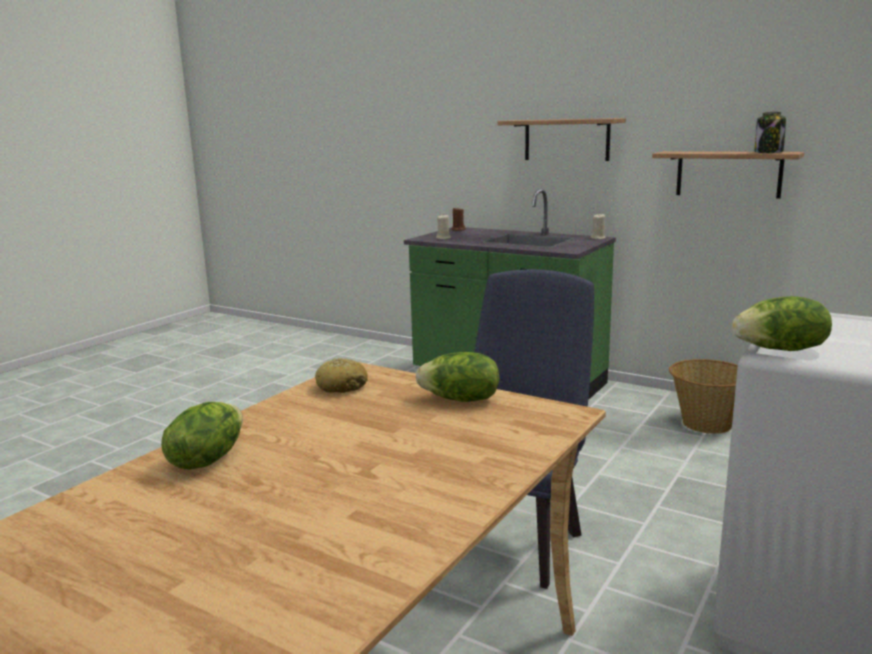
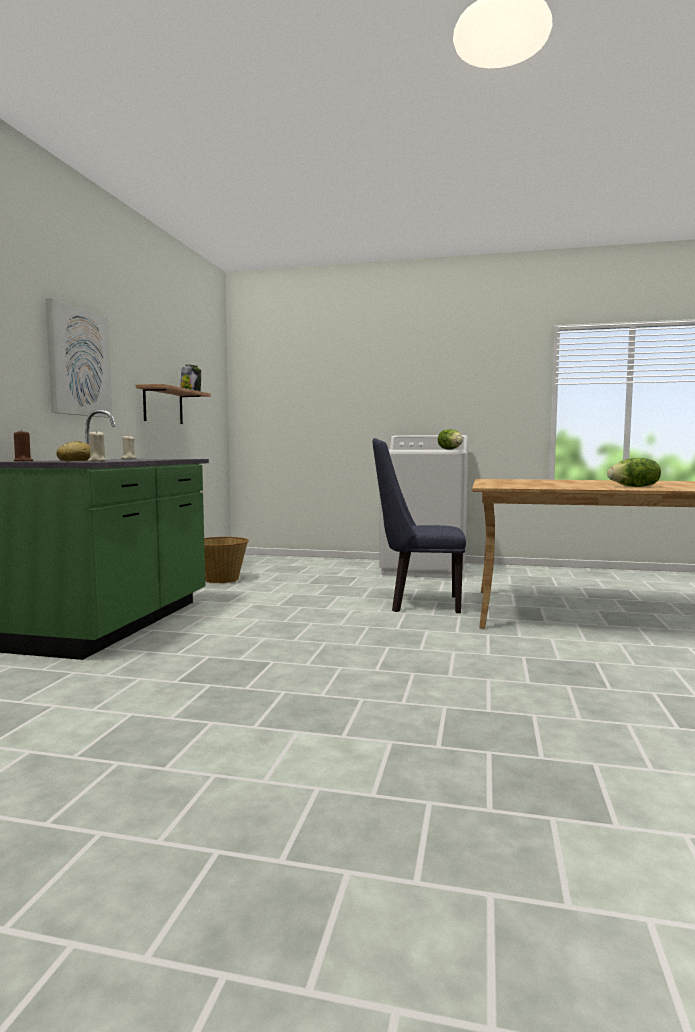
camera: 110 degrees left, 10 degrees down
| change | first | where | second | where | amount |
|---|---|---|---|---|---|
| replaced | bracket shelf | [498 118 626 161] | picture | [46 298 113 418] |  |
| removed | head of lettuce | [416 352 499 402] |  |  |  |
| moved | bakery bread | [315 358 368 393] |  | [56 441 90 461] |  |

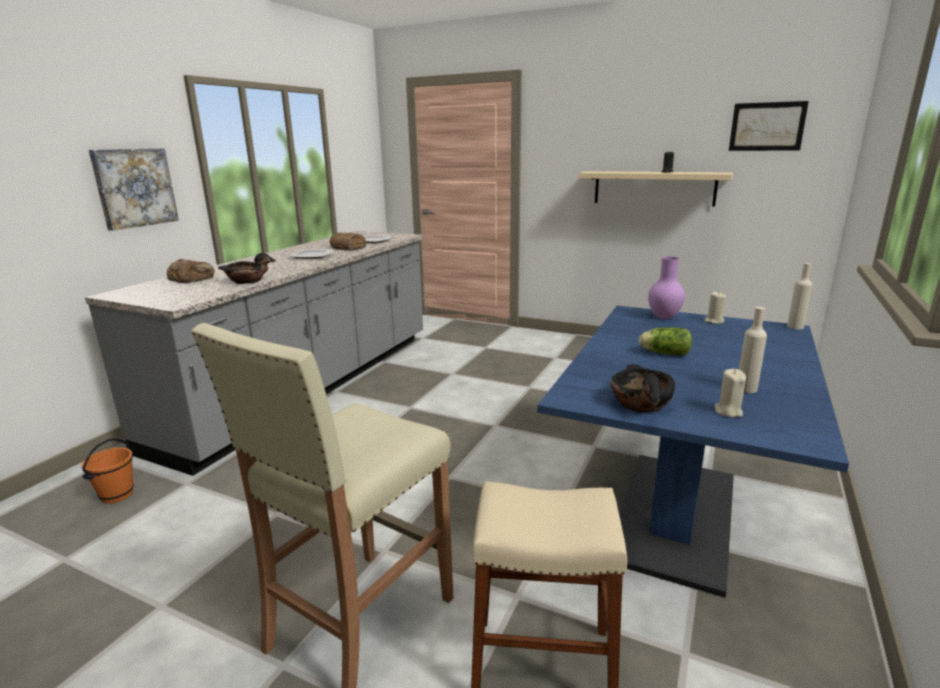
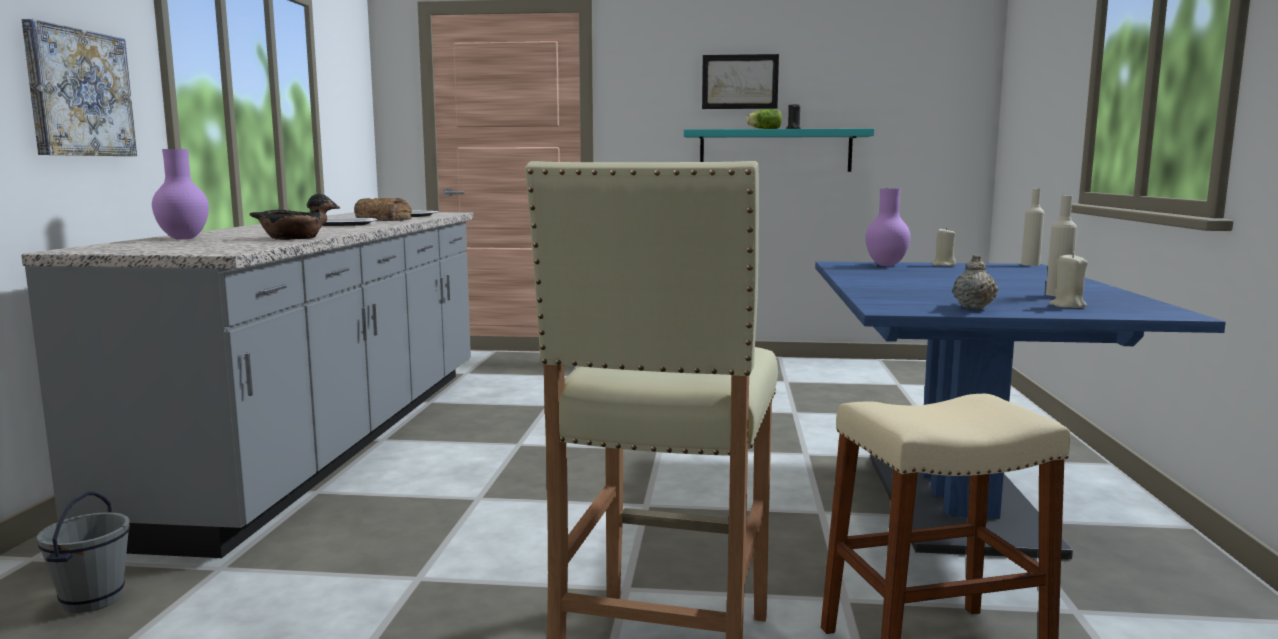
camera: 20 degrees left, 10 degrees down
| change | first | where | second | where | amount |
|---|---|---|---|---|---|
| moved | picture | [729 101 809 151] |  | [702 54 779 109] |  |
| recoloured | bracket shelf in beige | [579 171 733 207] | bracket shelf in turquoise-coloured | [684 128 874 172] |  |
| replaced | bakery bread | [167 259 215 283] | vase in purplish | [152 149 209 240] |  |
| moved | head of lettuce | [639 327 692 356] |  | [746 109 782 129] |  |
| replaced | deep dish in black | [611 364 675 413] | teapot in beige | [953 253 998 309] |  |
| recoloured | bucket in orange-coloured | [82 438 134 504] | bucket in greyish | [37 492 130 613] |  |

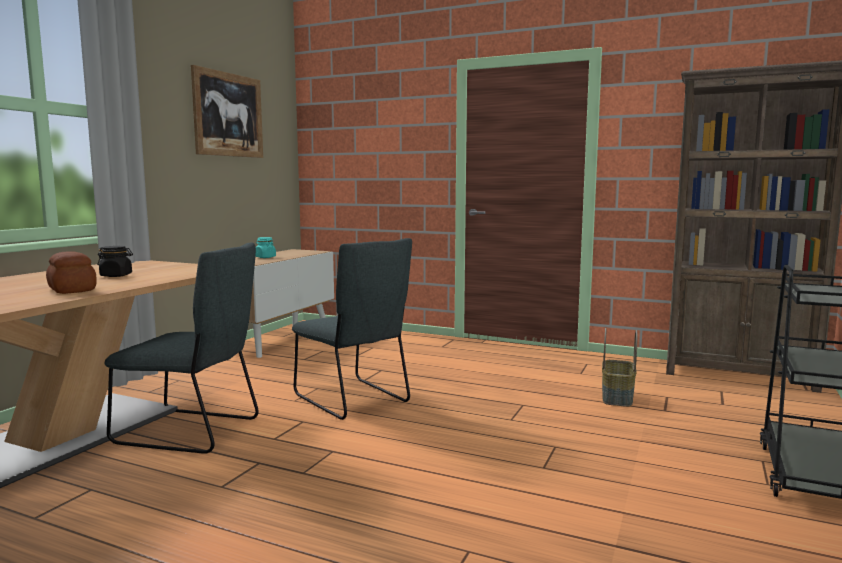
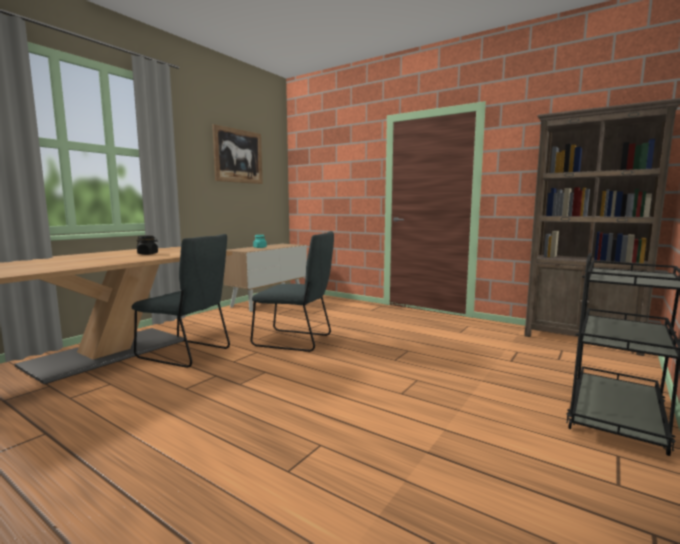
camera: 10 degrees right, 0 degrees up
| change | first | where | second | where | amount |
|---|---|---|---|---|---|
| turned | chair in greyish | [292 238 412 420] |  | [251 231 334 352] | 45 degrees counterclockwise |
| removed | bakery bread | [46 251 96 294] |  |  |  |
| removed | household basket | [602 328 638 407] |  |  |  |

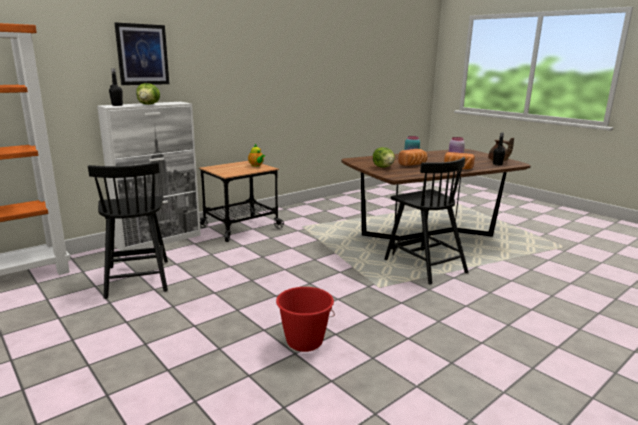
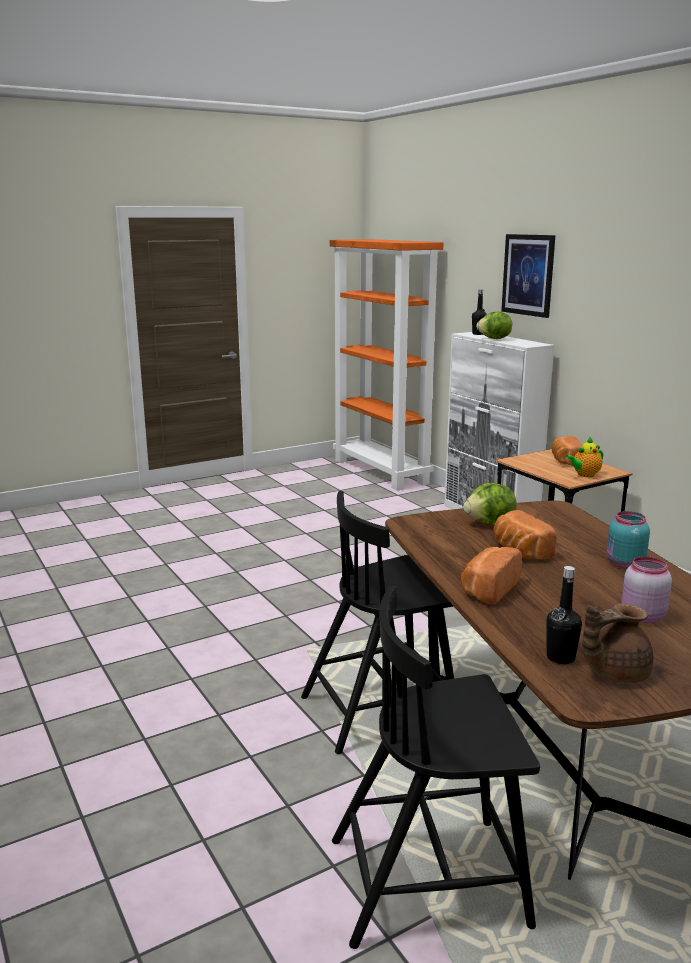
camera: 100 degrees right, 0 degrees up
| change | first | where | second | where | amount |
|---|---|---|---|---|---|
| moved | chair in black | [88 162 168 299] |  | [332 586 540 949] |  |
| removed | bucket in red | [276 287 335 352] |  |  |  |
| added |  |  | bakery bread | [552 436 582 466] |  |

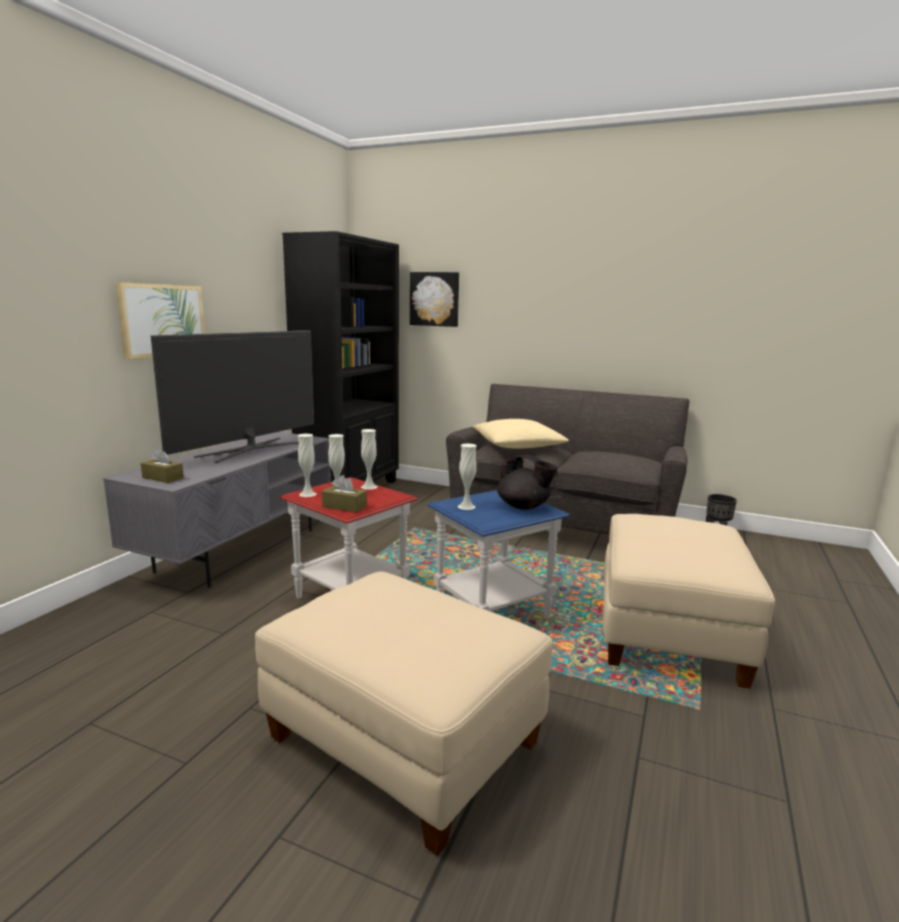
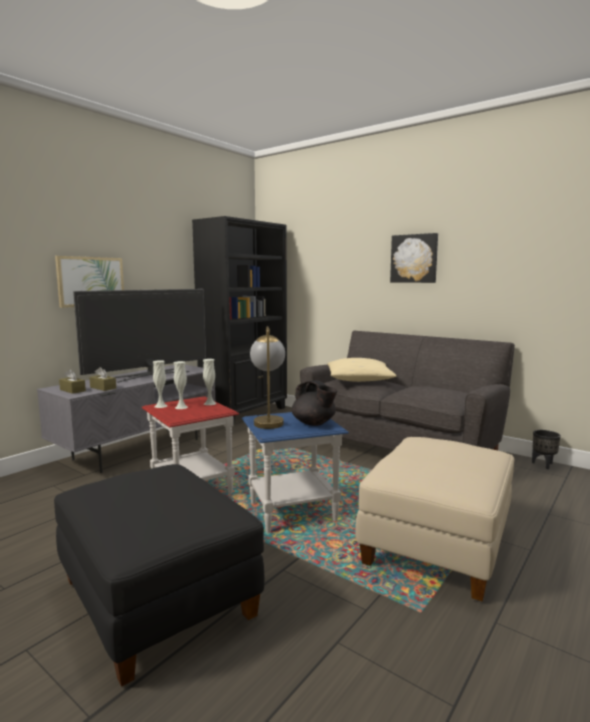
camera: 15 degrees right, 5 degrees down
| change | first | where | second | where | amount |
|---|---|---|---|---|---|
| moved | picture | [410 272 459 327] |  | [390 233 438 283] |  |
| replaced | vase in whitish | [458 444 477 510] | lamp for a table | [250 326 285 429] |  |
| moved | tissue box in brown-coloured | [322 475 367 513] |  | [89 367 116 391] |  |
| recoloured | footrest in beige | [255 571 553 856] | footrest in black | [54 464 264 687] |  |

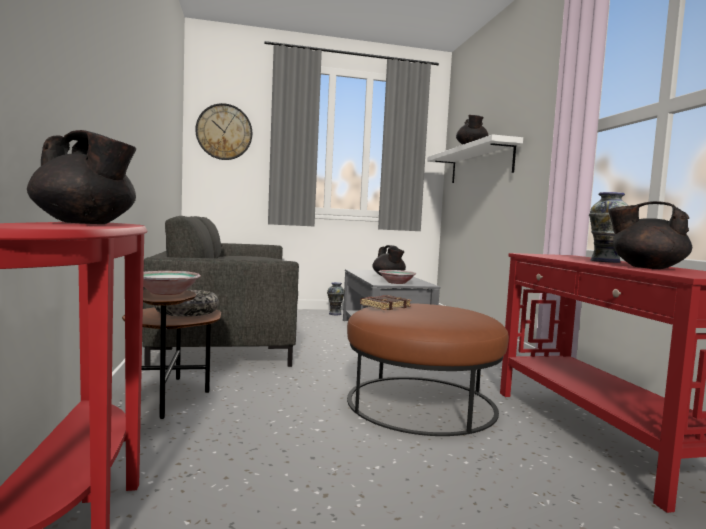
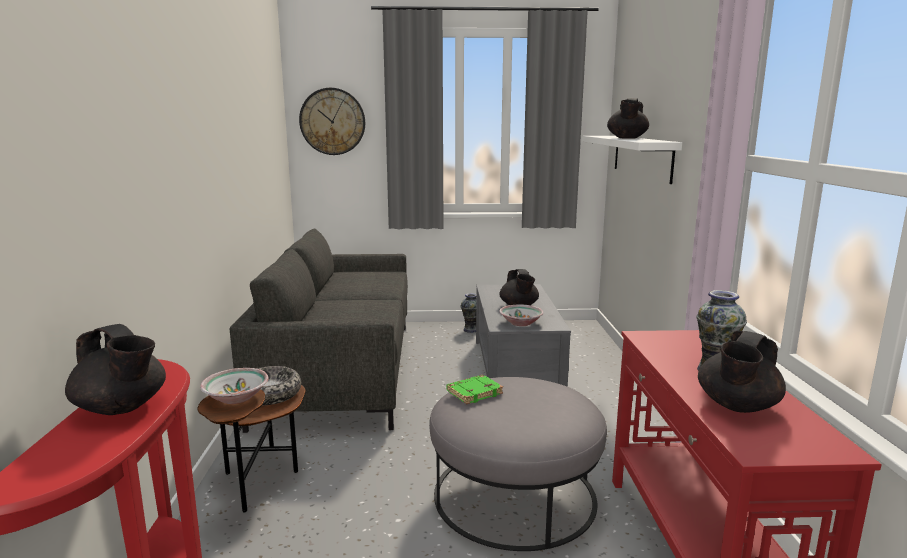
camera: 10 degrees right, 10 degrees up
| change | first | where | second | where | amount |
|---|---|---|---|---|---|
| turned | teapot in black | [608 201 692 269] |  | [698 331 786 413] | 90 degrees counterclockwise |
| recoloured | volume in brown-coloured | [360 295 411 310] | volume in green | [446 375 503 404] |  |
| recoloured | footrest in brown-coloured | [347 303 509 436] | footrest in greyish | [429 377 607 551] |  |

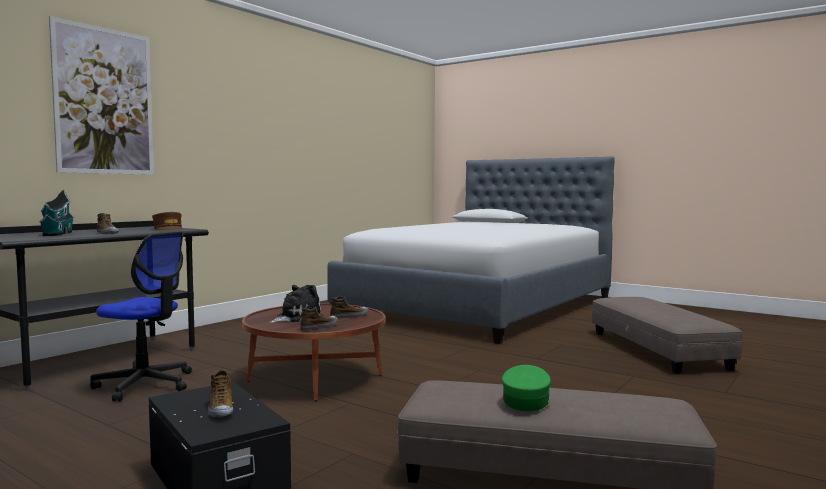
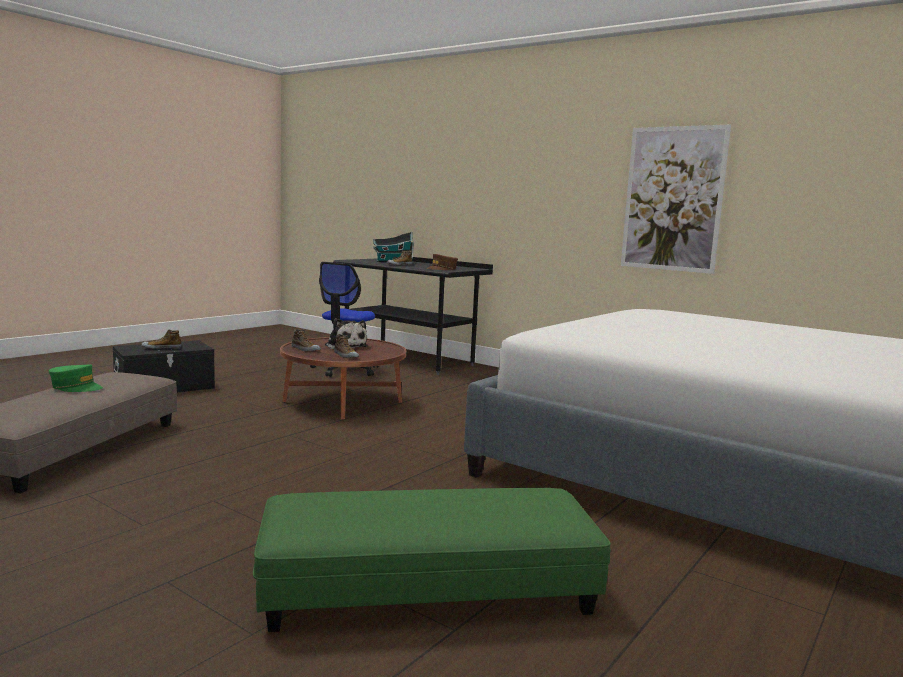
camera: 90 degrees right, 5 degrees up
| change | first | where | second | where | amount |
|---|---|---|---|---|---|
| moved | picture | [49 16 154 175] |  | [621 125 731 274] |  |
| recoloured | footrest in greyish | [592 297 742 374] | footrest in green | [253 488 611 632] |  |

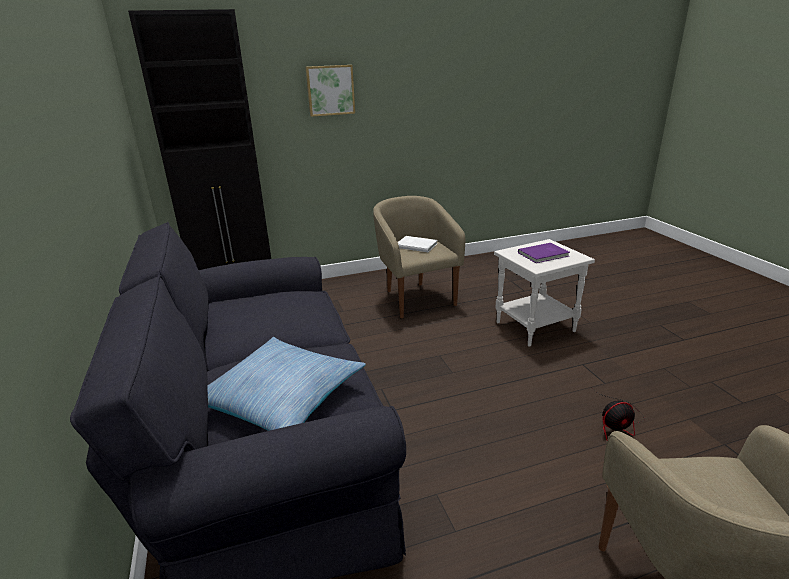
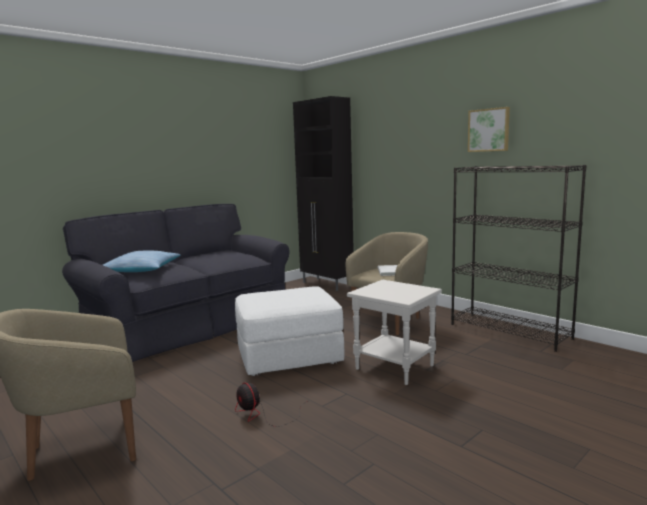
camera: 65 degrees right, 15 degrees down
| change | first | where | second | where | amount |
|---|---|---|---|---|---|
| moved | picture | [306 65 355 117] |  | [468 107 510 152] |  |
| removed | volume in purplish | [518 243 570 263] |  |  |  |
| added |  |  | shelving unit in black | [451 165 587 352] |  |
| added |  |  | footrest in whitish | [235 286 344 376] |  |

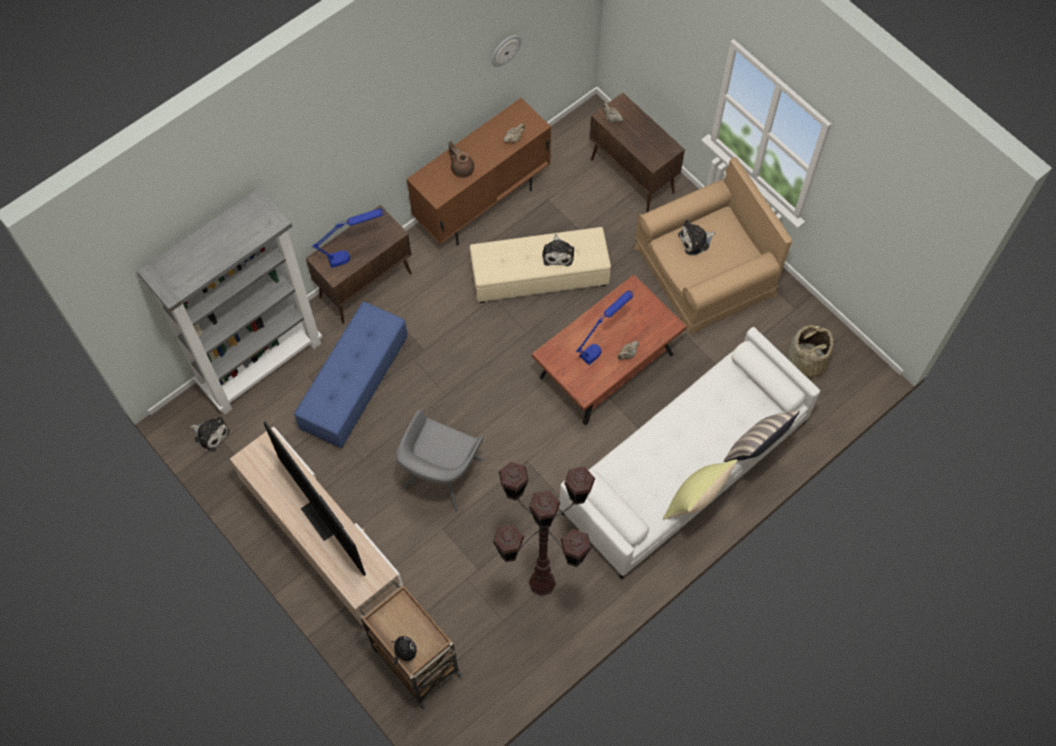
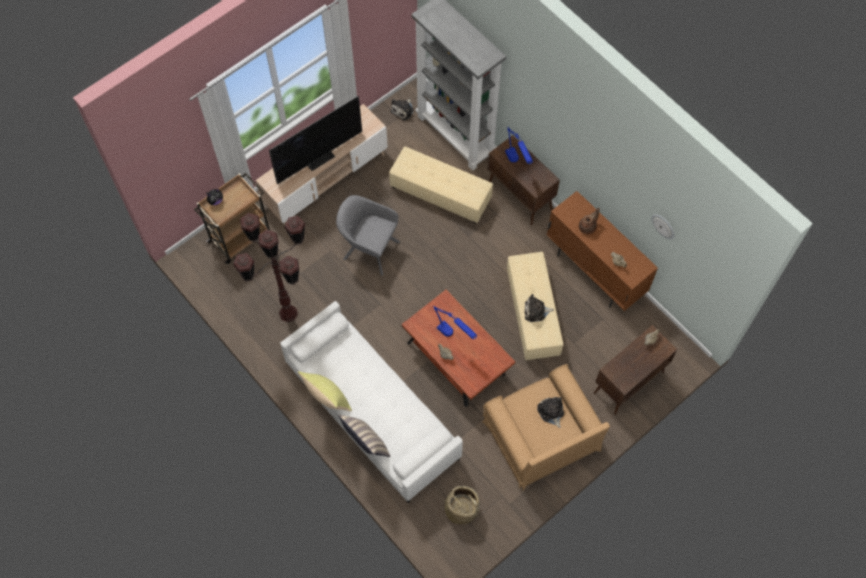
camera: 90 degrees right, 0 degrees up
| change | first | where | second | where | amount |
|---|---|---|---|---|---|
| recoloured | footrest in blue | [294 301 408 448] | footrest in beige | [389 146 493 223] |  |

